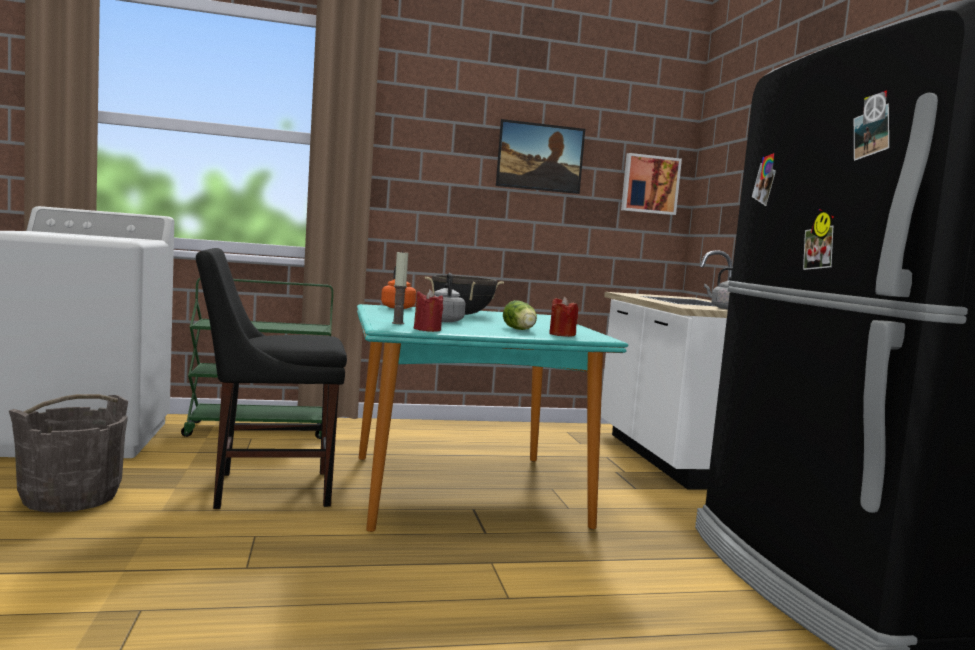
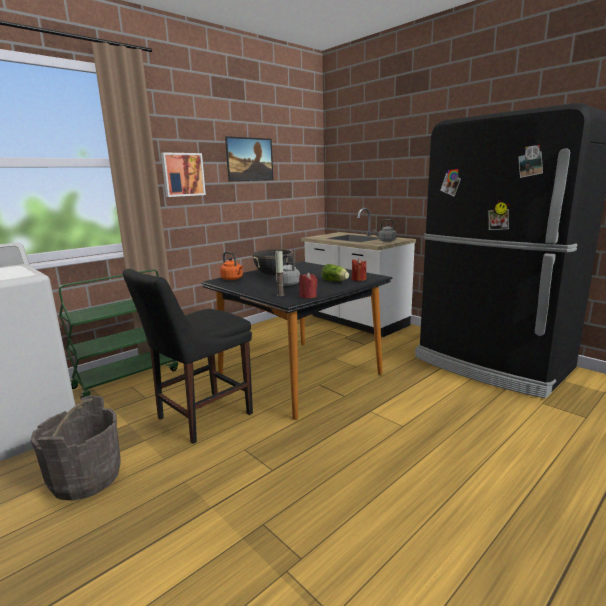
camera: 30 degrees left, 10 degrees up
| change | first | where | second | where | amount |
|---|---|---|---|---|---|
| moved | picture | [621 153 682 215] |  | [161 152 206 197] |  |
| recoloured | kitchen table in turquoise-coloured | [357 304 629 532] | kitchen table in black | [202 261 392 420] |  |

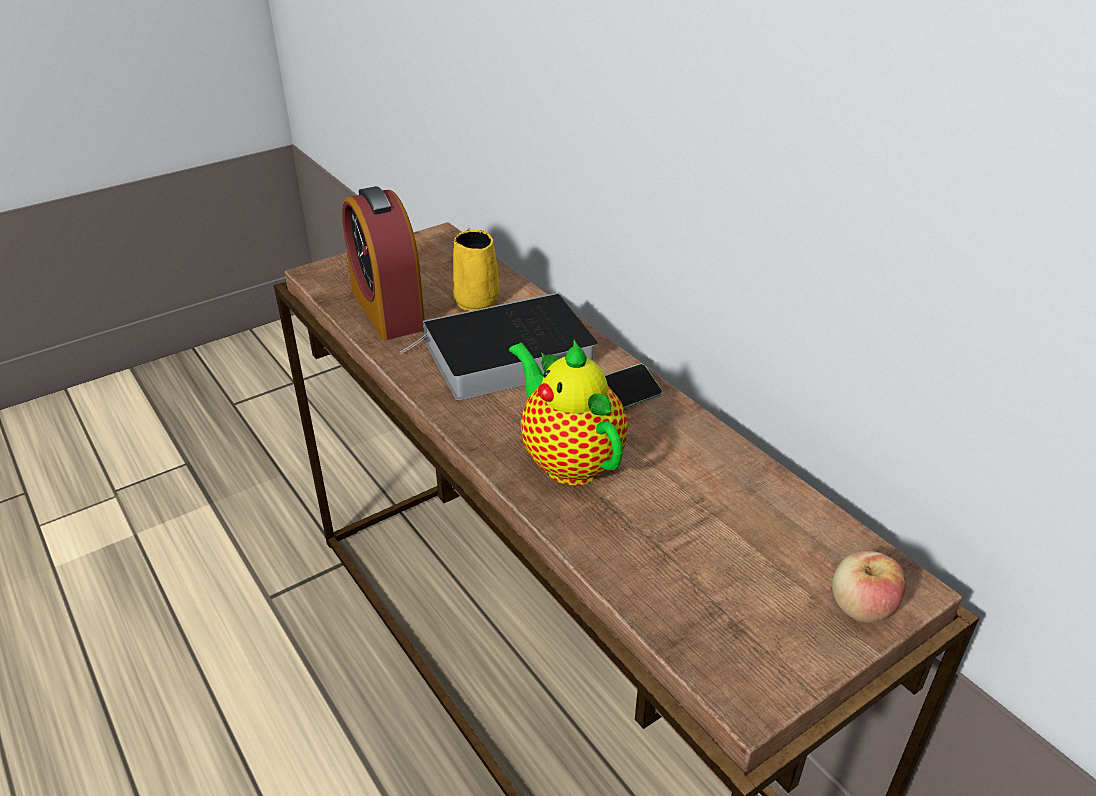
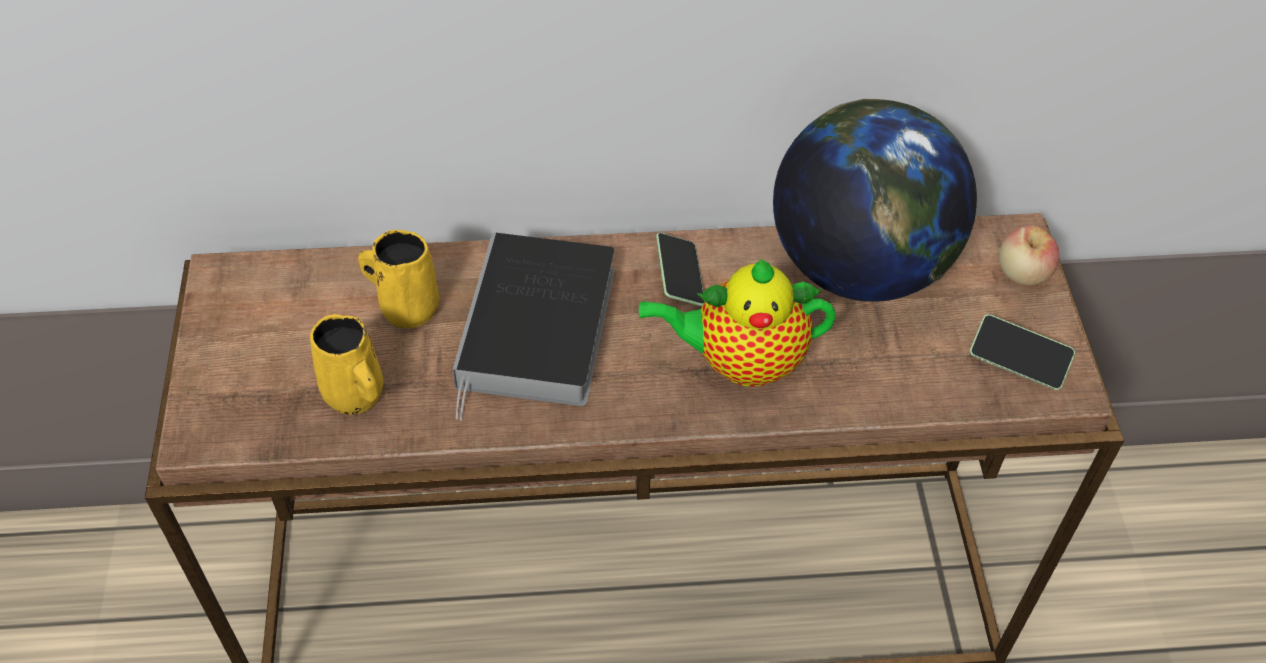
camera: 60 degrees left, 15 degrees up
| change | first | where | second | where | amount |
|---|---|---|---|---|---|
| replaced | table clock | [342 186 425 340] | mug in yellow-coloured | [310 314 383 415] |  |
| added |  |  | globe | [773 99 977 302] |  |
| added |  |  | phone | [970 314 1075 390] |  |

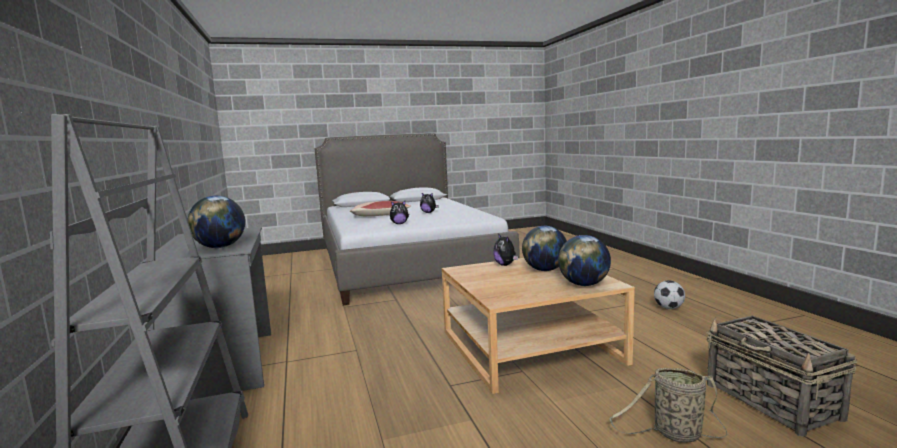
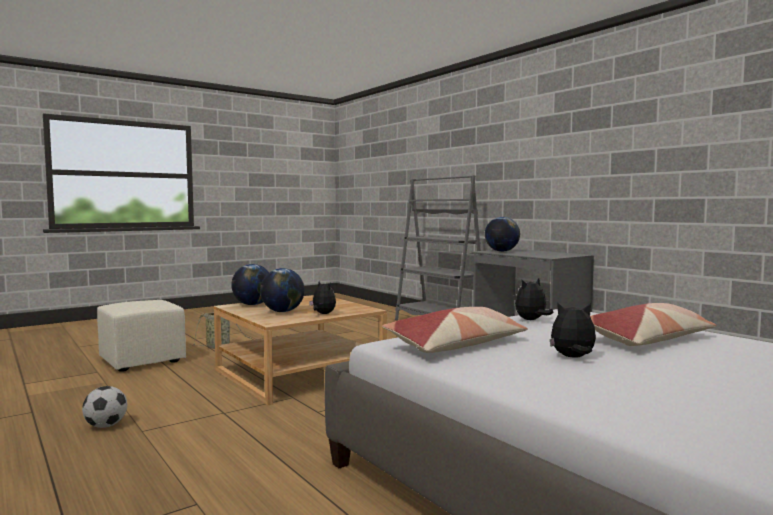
camera: 160 degrees right, 5 degrees down
| change | first | where | second | where | amount |
|---|---|---|---|---|---|
| replaced | household basket | [706 316 857 437] | footrest in beige | [97 300 186 372] |  |
| added |  |  | throw pillow | [382 307 528 353] |  |

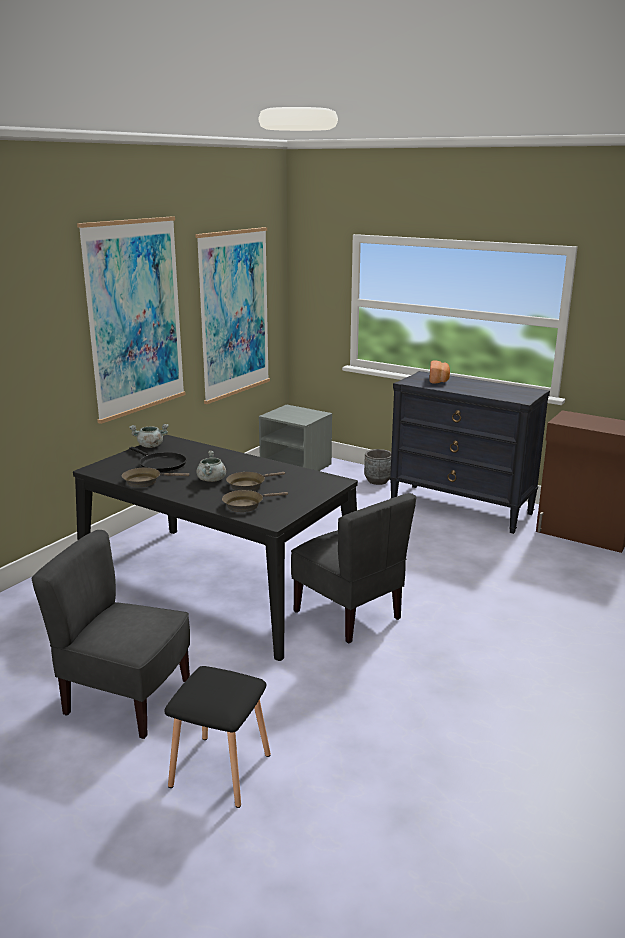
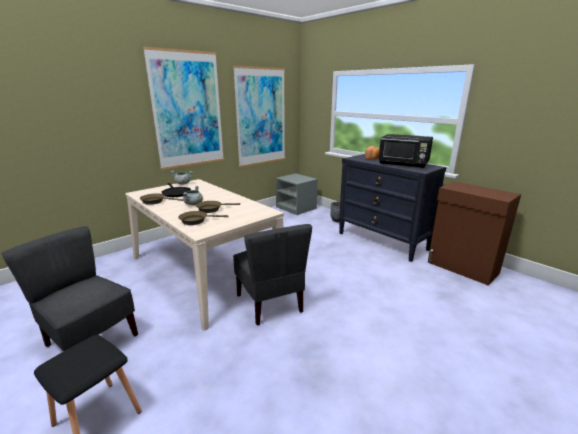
camera: 15 degrees right, 0 degrees up
| change | first | where | second | where | amount |
|---|---|---|---|---|---|
| recoloured | kitchen table in black | [73 435 358 661] | kitchen table in beige | [125 179 284 331] |  |
| added |  |  | kitchen microwave in black | [379 134 433 168] |  |

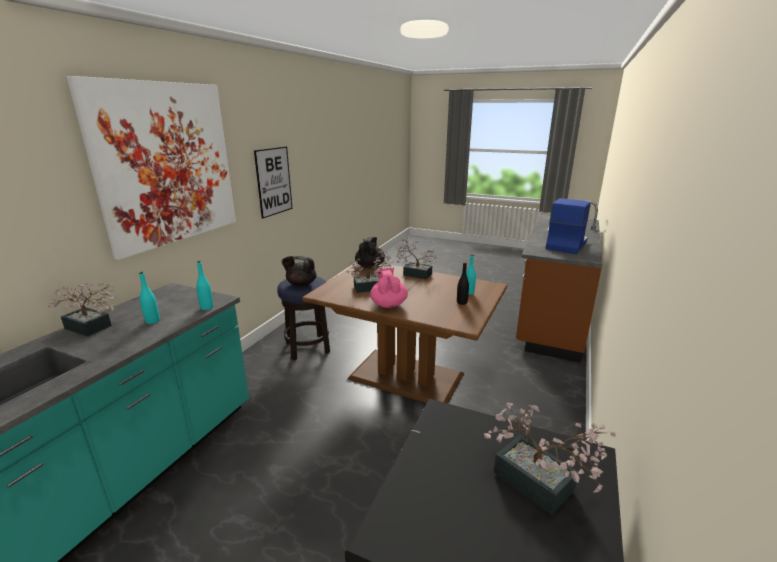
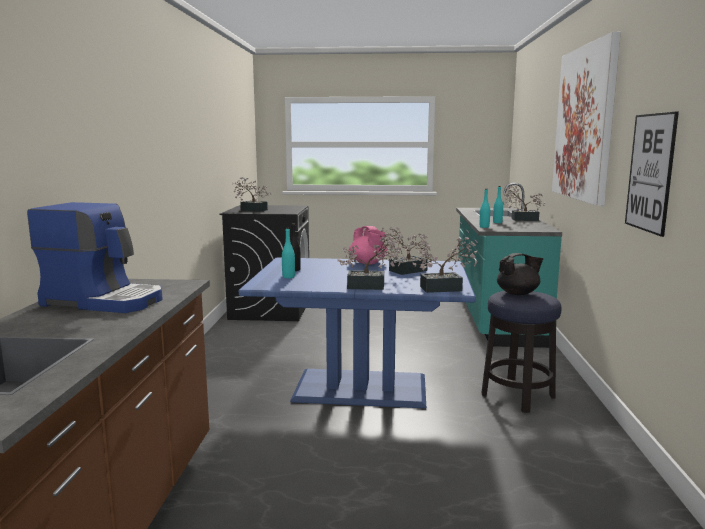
camera: 160 degrees right, 10 degrees down
| change | first | where | second | where | amount |
|---|---|---|---|---|---|
| turned | coffee maker | [545 198 591 254] |  | [27 202 163 313] | 90 degrees counterclockwise |
| replaced | teapot in black | [355 237 385 268] | plant in a pot | [413 237 477 293] |  |
| recoloured | kitchen table in brown-coloured | [302 263 507 403] | kitchen table in blue | [239 258 476 408] |  |

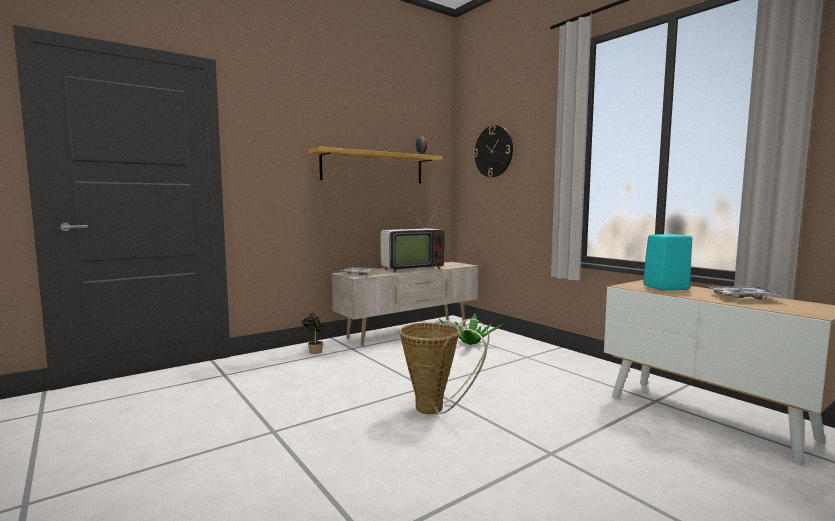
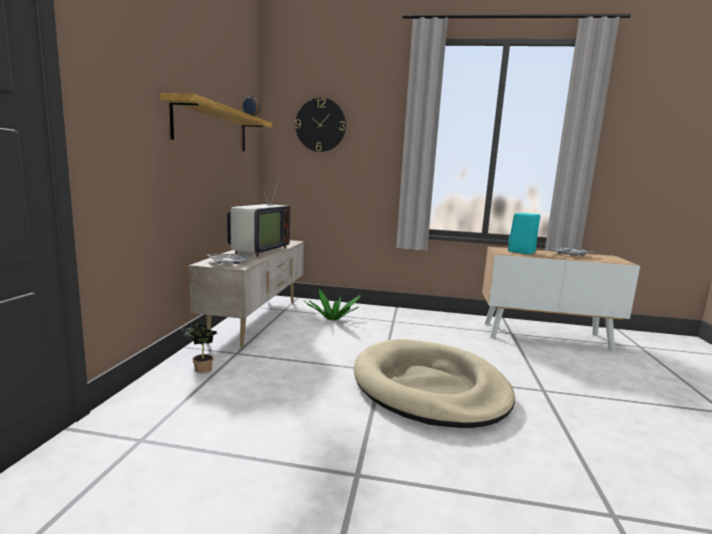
camera: 45 degrees left, 5 degrees up
| change | first | where | second | where | amount |
|---|---|---|---|---|---|
| replaced | household basket | [399 318 490 414] | pet bed in beige | [354 339 515 428] |  |

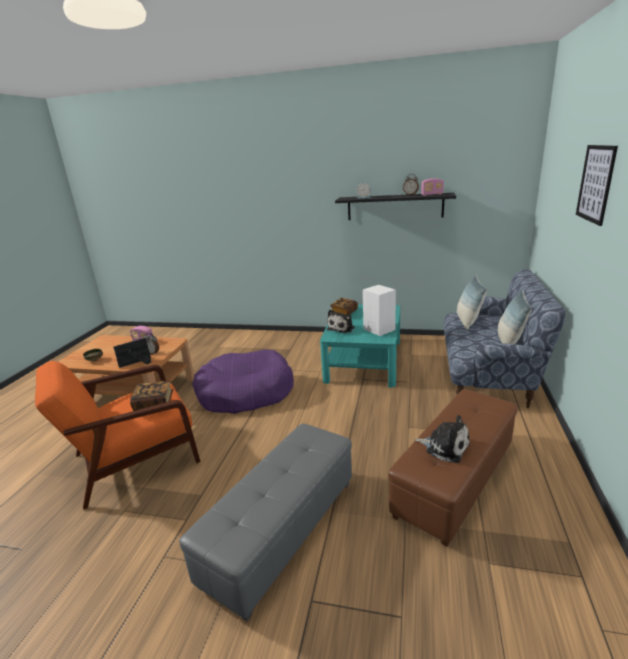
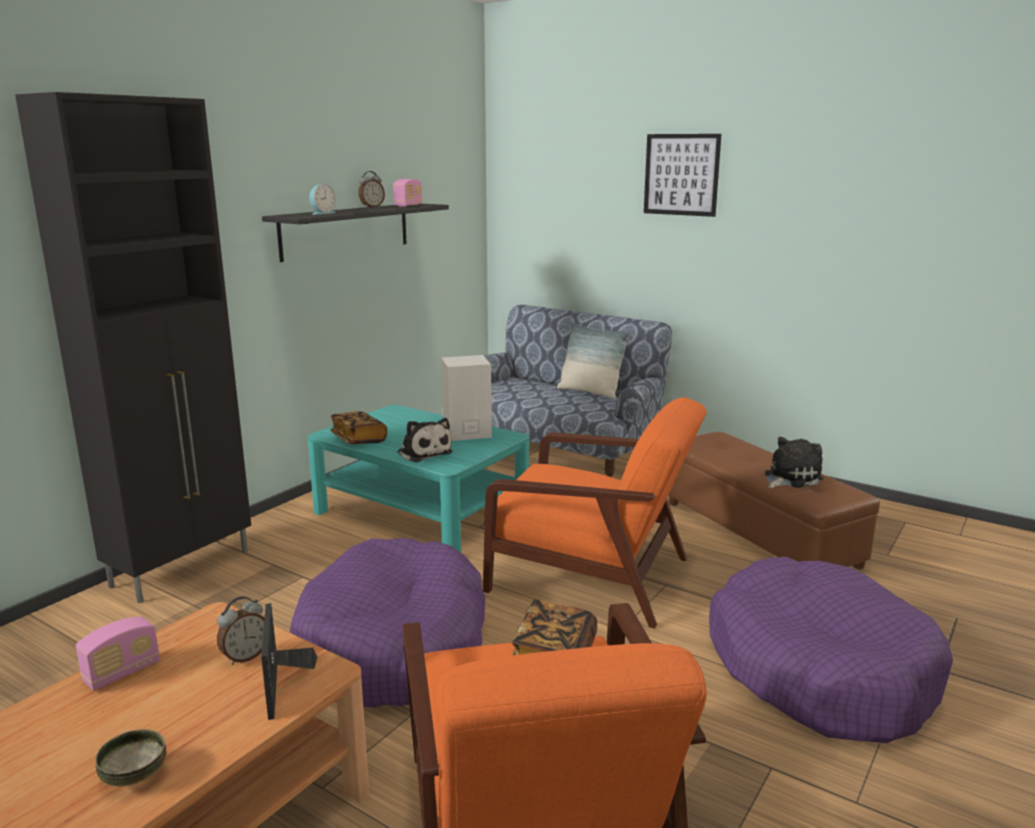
camera: 70 degrees left, 5 degrees down
| change | first | where | second | where | amount |
|---|---|---|---|---|---|
| removed | throw pillow | [457 275 487 330] |  |  |  |
| replaced | footrest in greyish | [179 424 352 621] | pet bed in purplish | [709 557 953 743] |  |
| added |  |  | cabinet in black | [15 92 251 603] |  |
| added |  |  | lounge chair in orange-coloured | [483 397 707 628] |  |

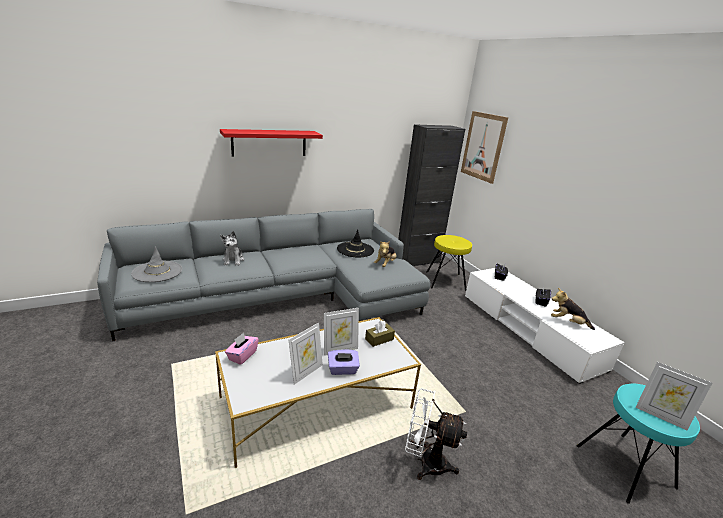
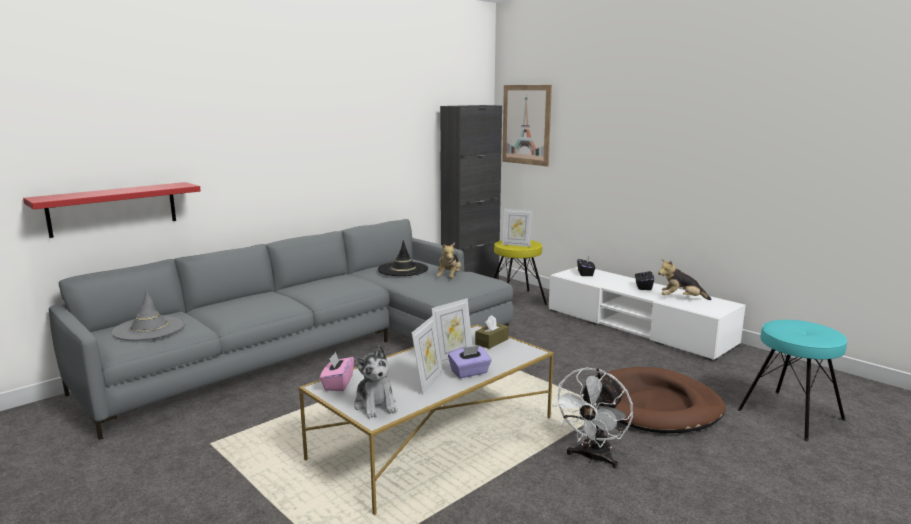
camera: 15 degrees left, 10 degrees down
| change | first | where | second | where | amount |
|---|---|---|---|---|---|
| moved | bracket shelf in red | [220 129 323 157] |  | [23 182 201 238] |  |
| moved | plush toy | [220 231 244 265] |  | [354 345 398 419] |  |
| moved | standing frame | [635 362 712 430] |  | [502 208 533 247] |  |
| turned | electric fan in whitish | [405 388 467 480] |  | [552 367 633 469] | 60 degrees counterclockwise |
| added |  |  | pet bed in brown-coloured | [604 367 726 433] |  |

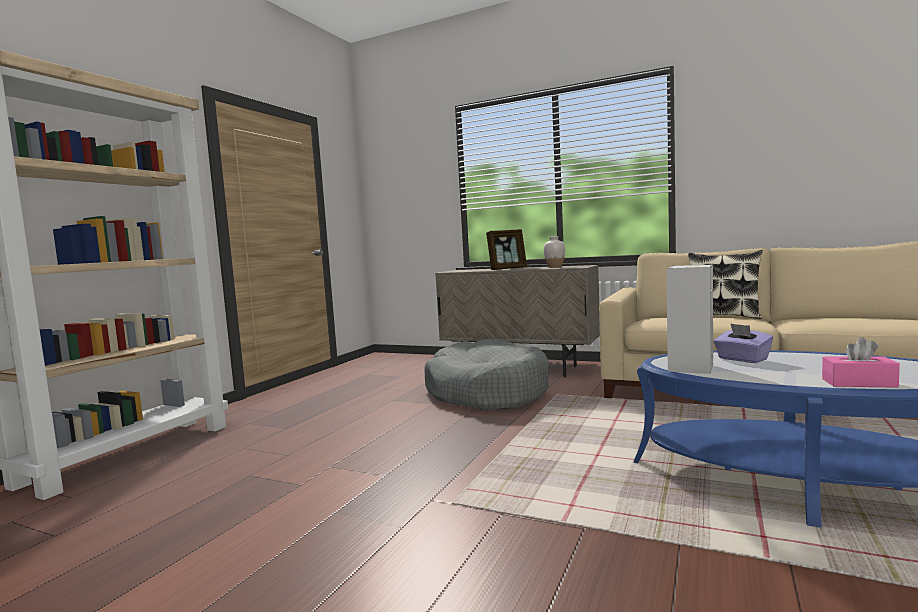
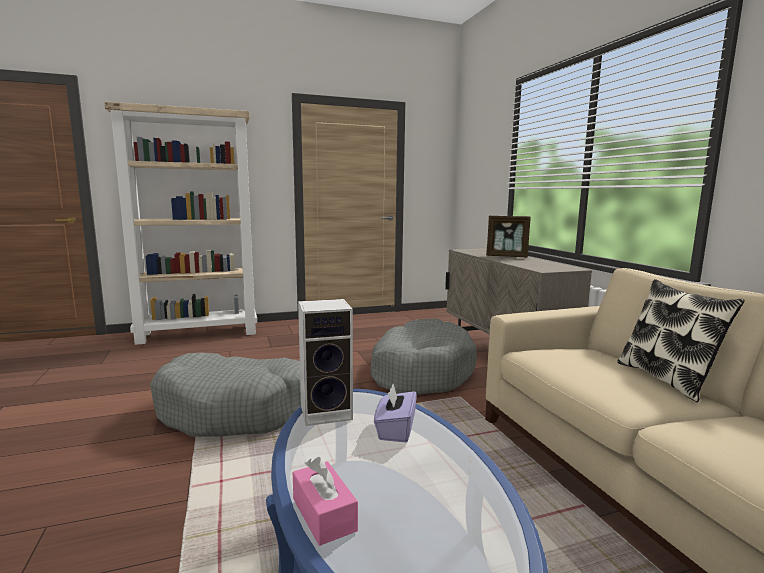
camera: 45 degrees right, 5 degrees up
| change | first | where | second | where | amount |
|---|---|---|---|---|---|
| removed | vase in whitish | [544 236 565 268] |  |  |  |
| added |  |  | pet bed in greyish | [150 353 301 437] |  |

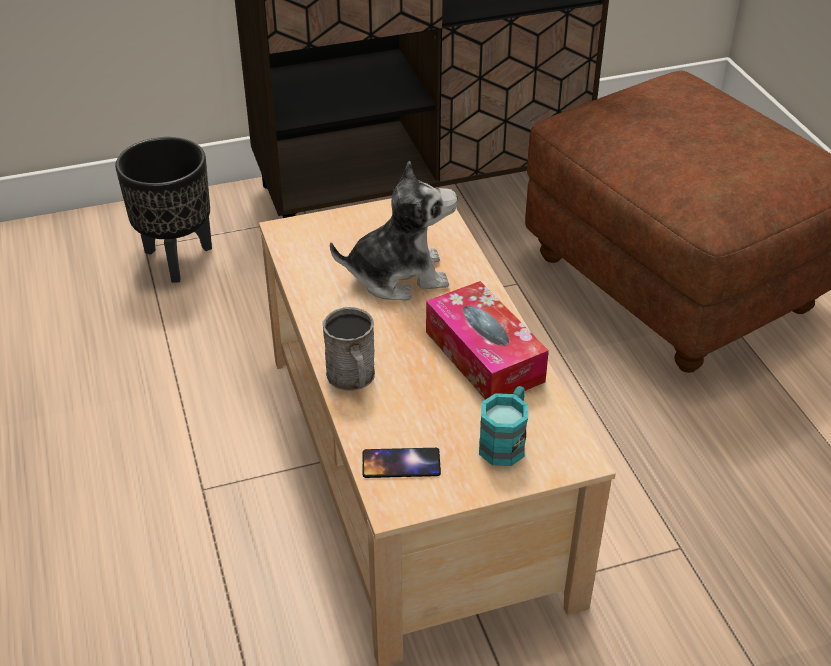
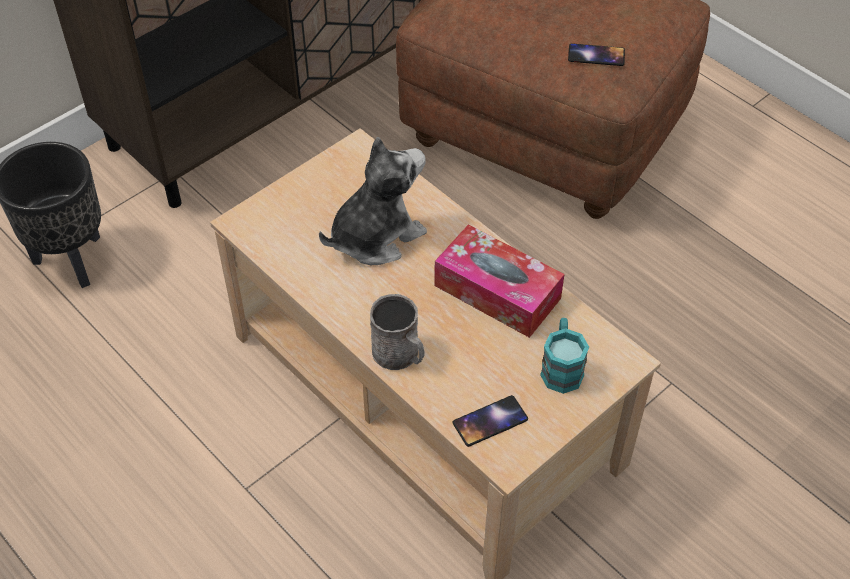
camera: 25 degrees left, 10 degrees up
| change | first | where | second | where | amount |
|---|---|---|---|---|---|
| added |  |  | phone | [568 43 625 66] |  |

